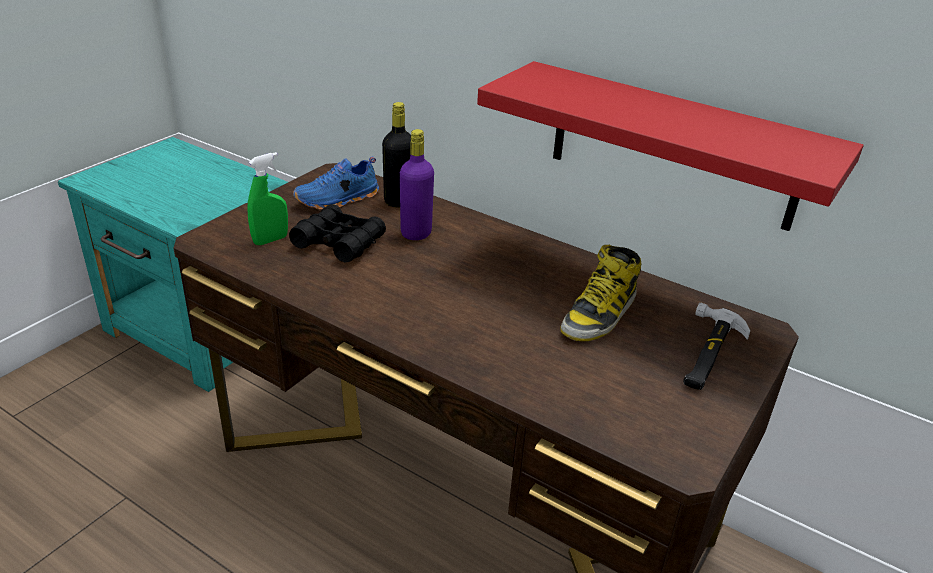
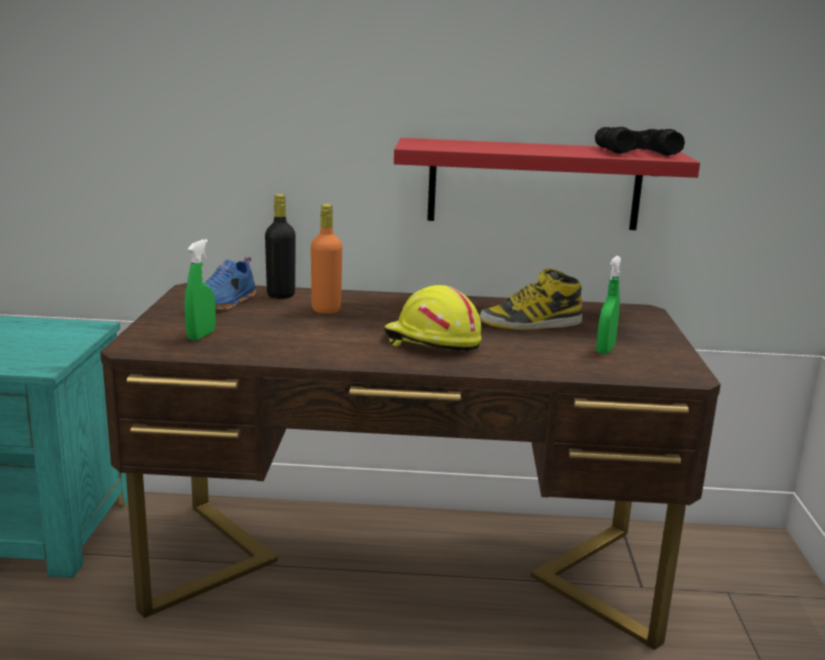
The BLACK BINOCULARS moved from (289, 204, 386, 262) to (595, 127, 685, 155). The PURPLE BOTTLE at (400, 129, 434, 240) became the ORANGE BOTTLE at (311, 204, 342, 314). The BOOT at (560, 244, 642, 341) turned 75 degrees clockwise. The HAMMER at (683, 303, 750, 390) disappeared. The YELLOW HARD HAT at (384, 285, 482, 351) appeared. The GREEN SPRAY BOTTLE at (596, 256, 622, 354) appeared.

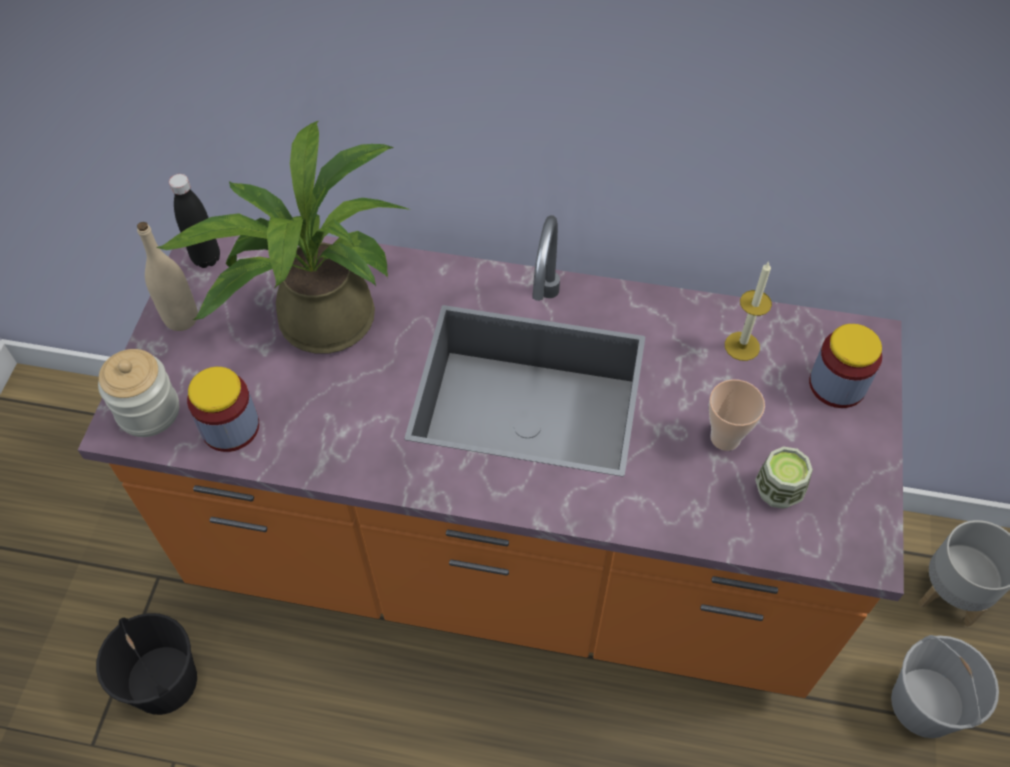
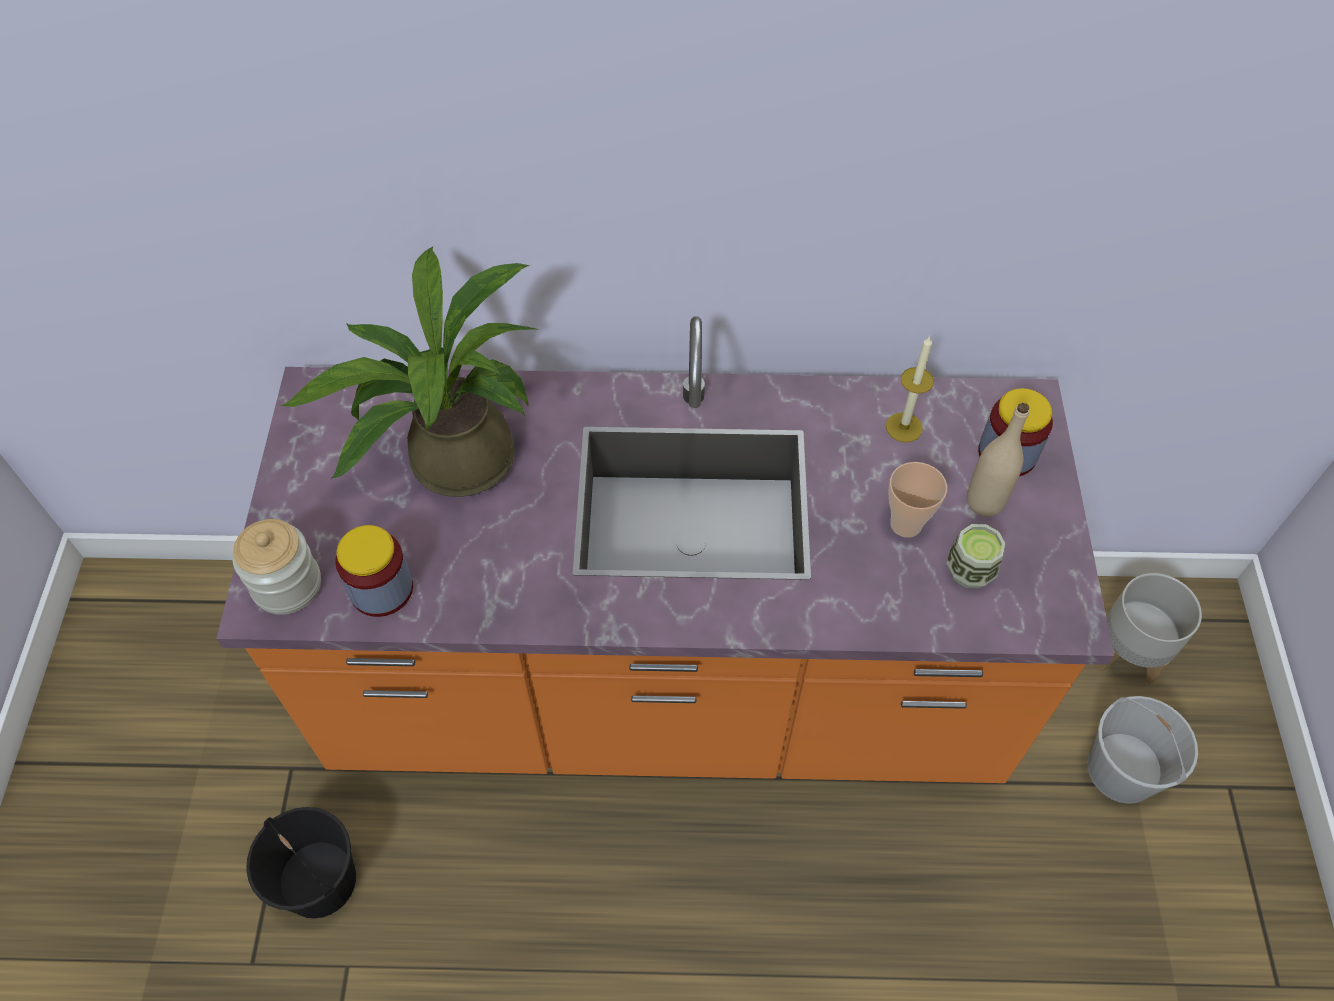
The BEIGE BOTTLE moved from (137, 222, 198, 331) to (967, 403, 1029, 517). The BLACK BOTTLE at (169, 174, 220, 268) disappeared.

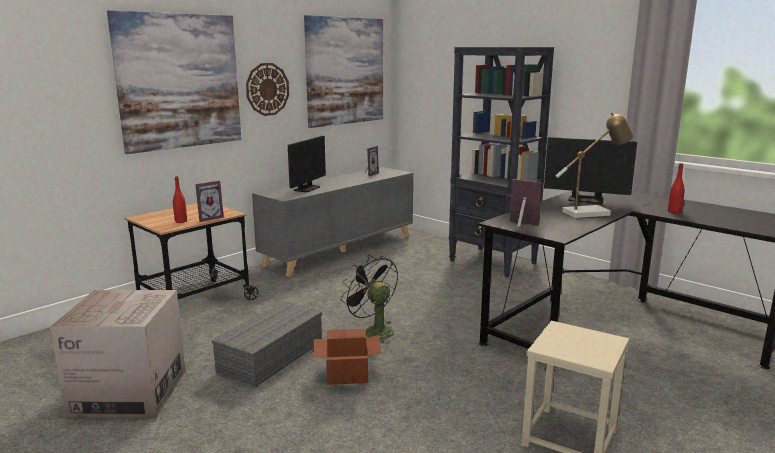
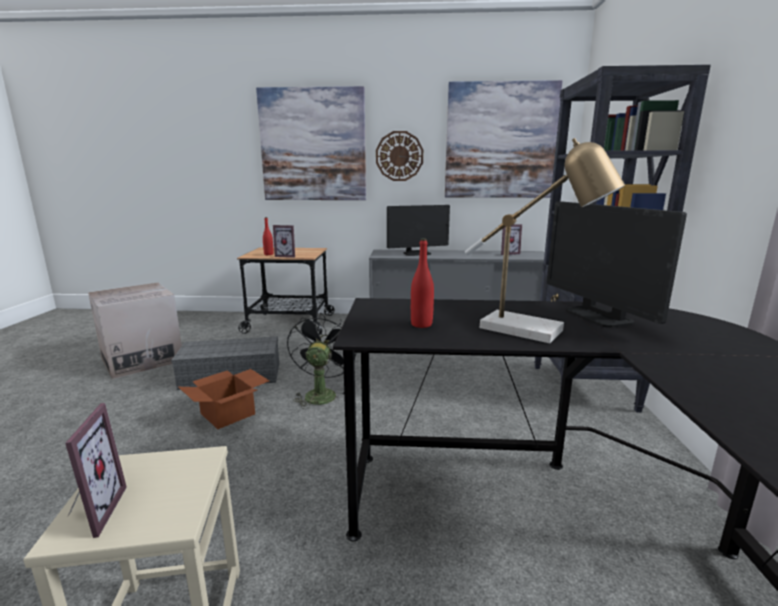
The PICTURE FRAME moved from (510, 179, 542, 227) to (65, 403, 127, 538). The RED BOTTLE moved from (668, 163, 685, 214) to (411, 238, 434, 328).

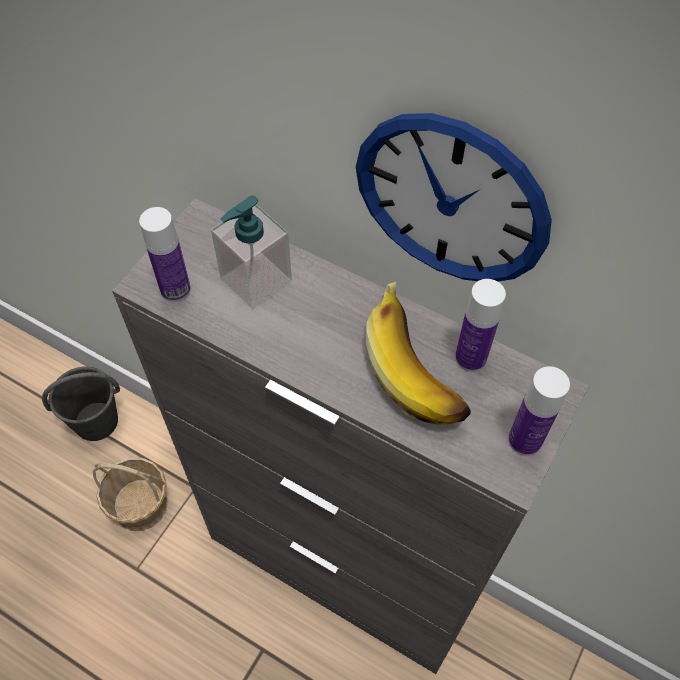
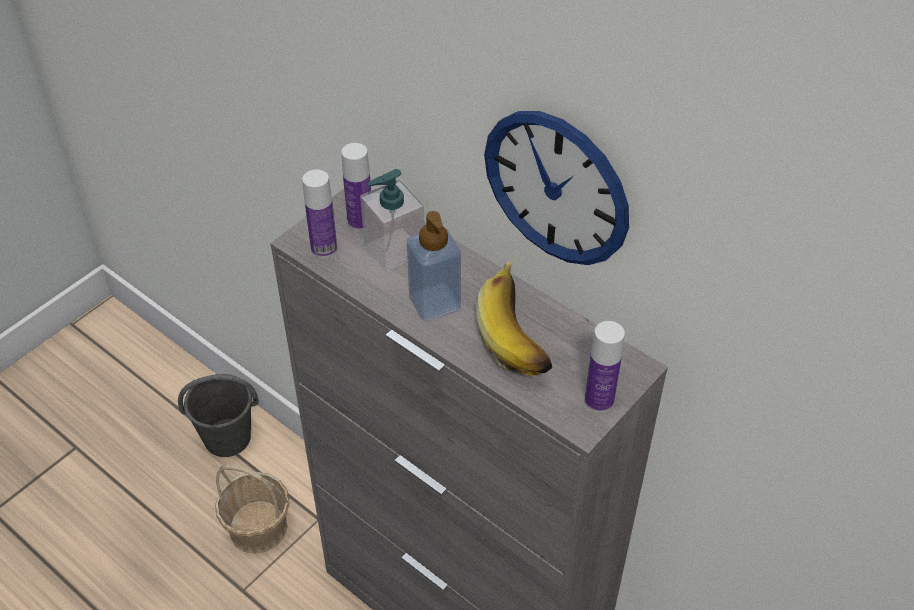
The BOTTLE moved from (455, 279, 506, 372) to (341, 143, 371, 231). The SOAP DISPENSER at (407, 211, 461, 321) appeared.

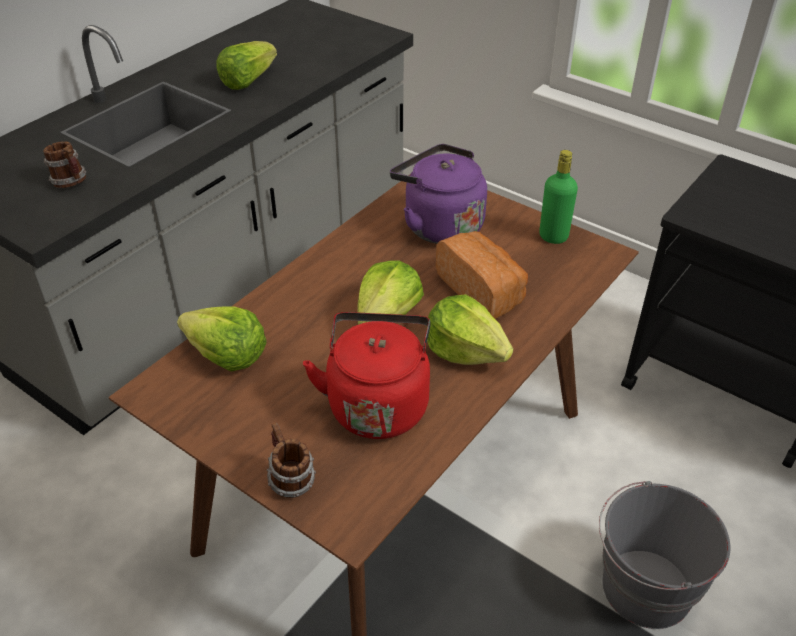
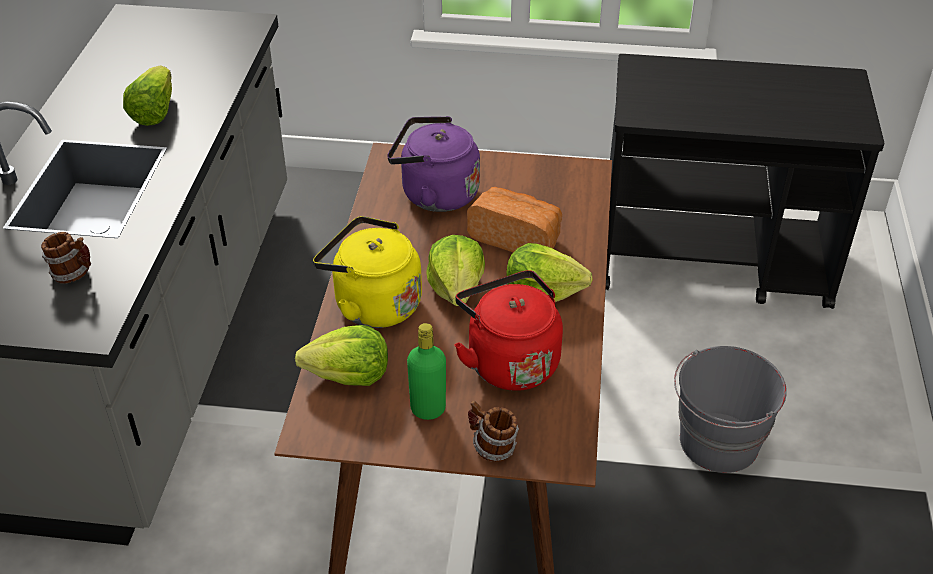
The GREEN BOTTLE moved from (539, 150, 578, 244) to (407, 323, 446, 420). The YELLOW KETTLE at (313, 216, 422, 328) appeared.

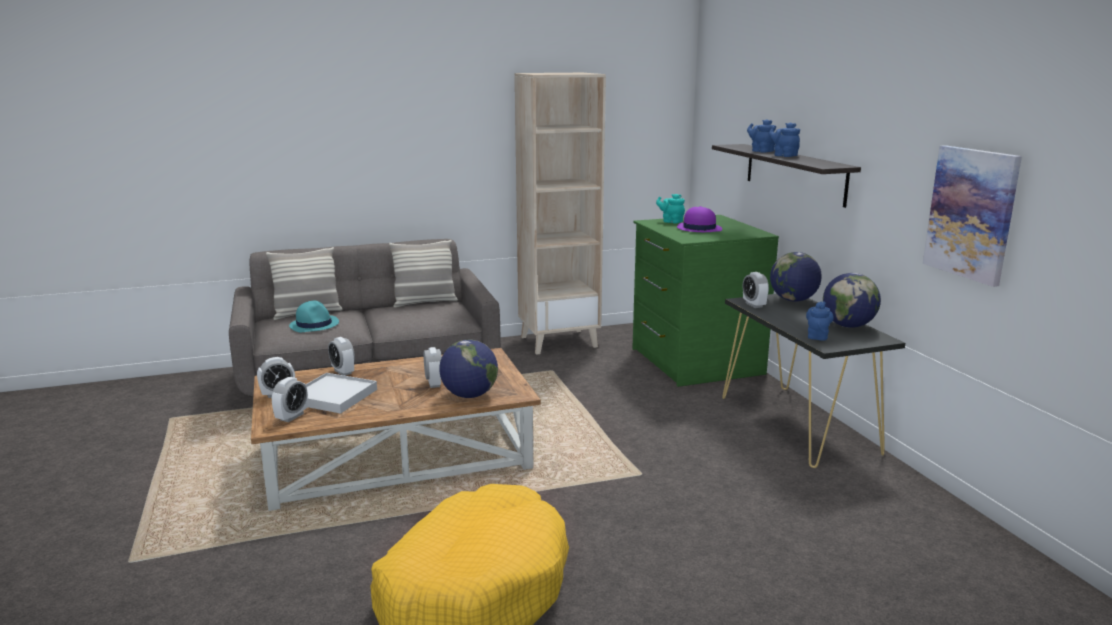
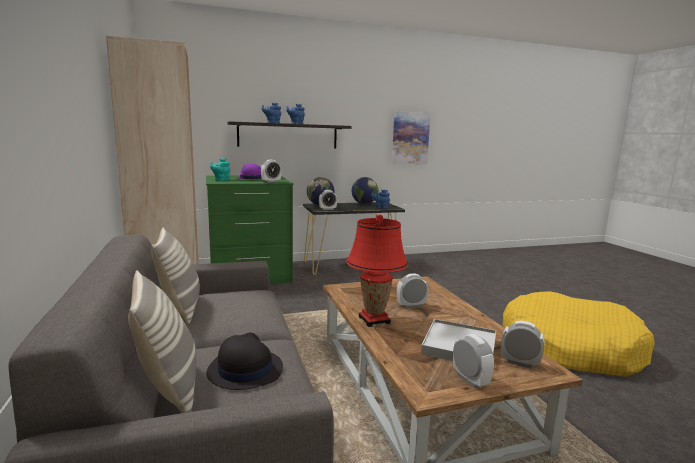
The TURQUOISE HAT at (289, 301, 339, 332) became the BLACK HAT at (207, 333, 283, 390). The ALARM CLOCK moved from (328, 337, 355, 376) to (261, 160, 281, 183). The GLOBE at (440, 339, 498, 398) disappeared. The RED TABLE LAMP at (346, 214, 408, 327) appeared.

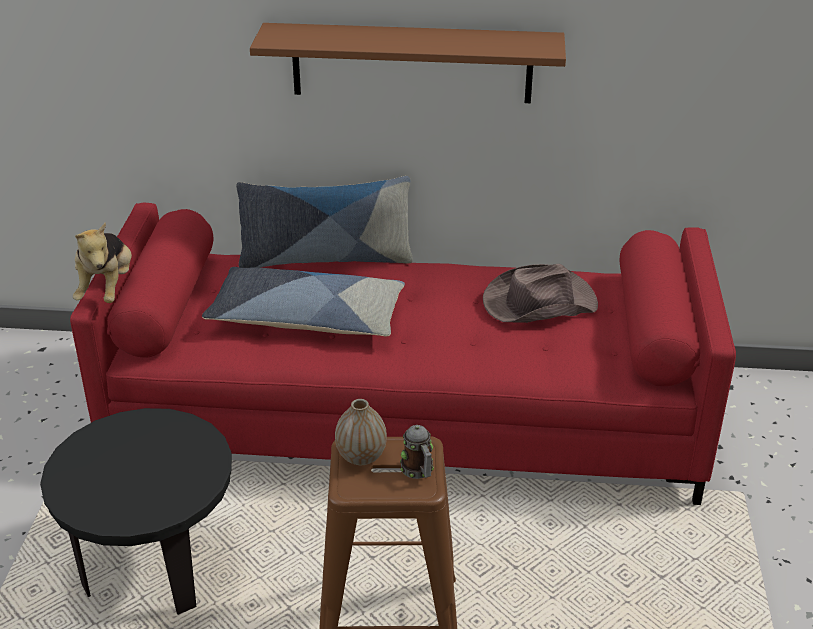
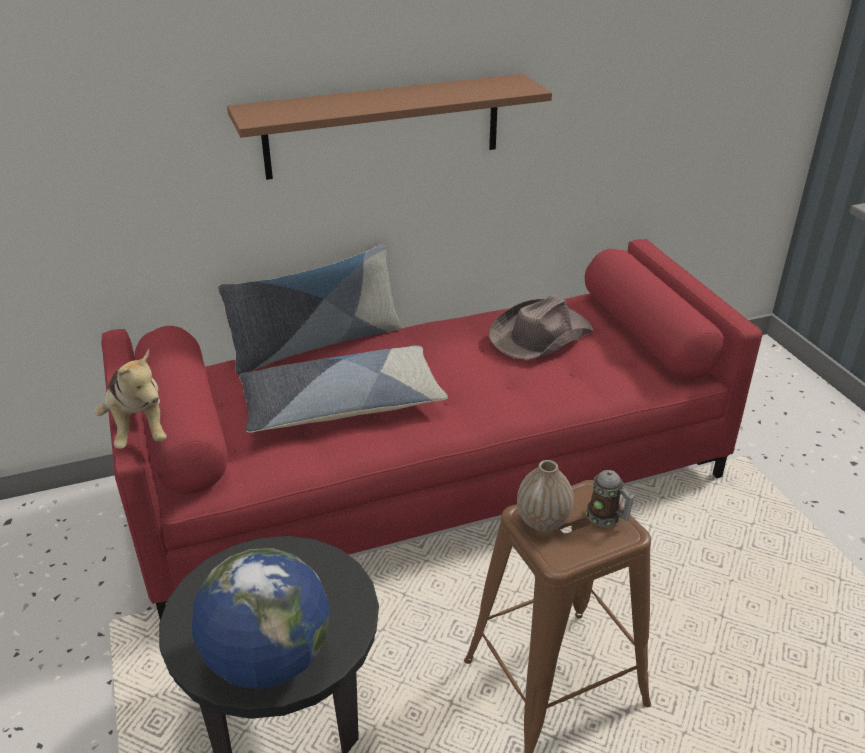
The GLOBE at (192, 548, 330, 689) appeared.

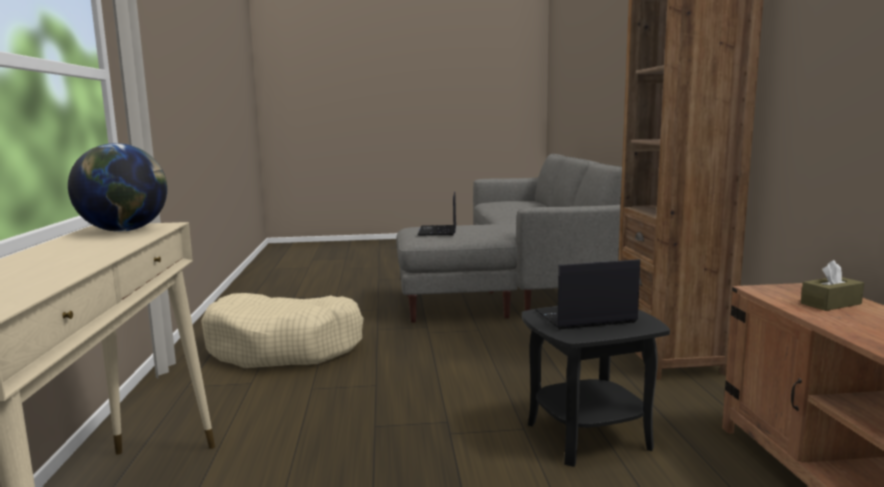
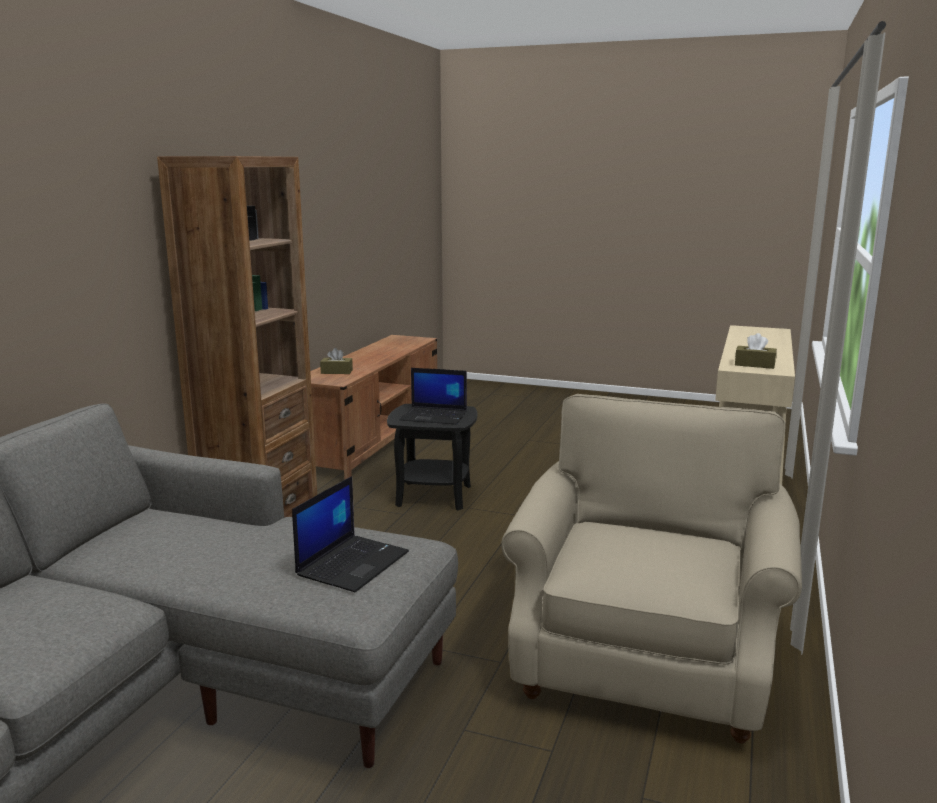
The GLOBE at (68, 143, 167, 232) was replaced by the BROWN TISSUE BOX at (735, 333, 777, 369). The BEIGE DOG BED at (201, 293, 364, 368) was replaced by the BEIGE ARMCHAIR at (501, 394, 802, 744).

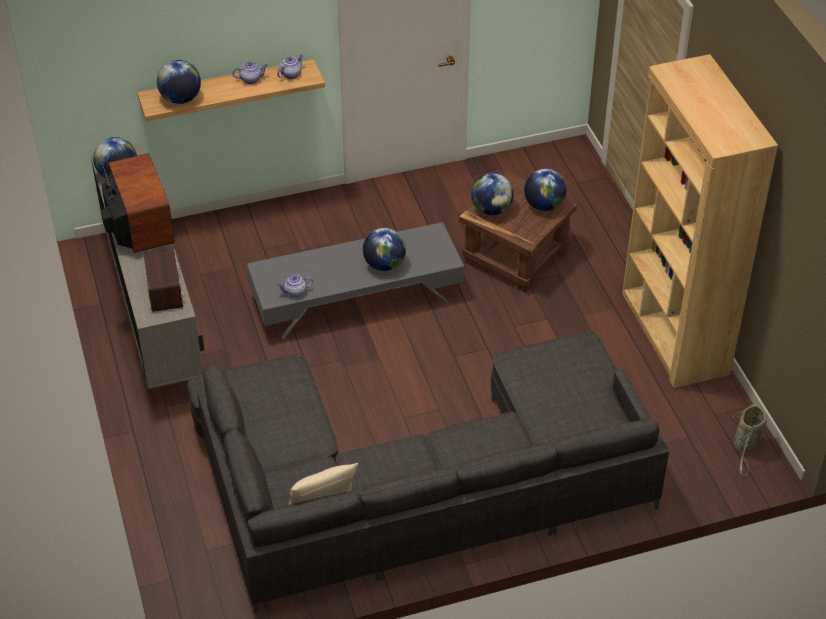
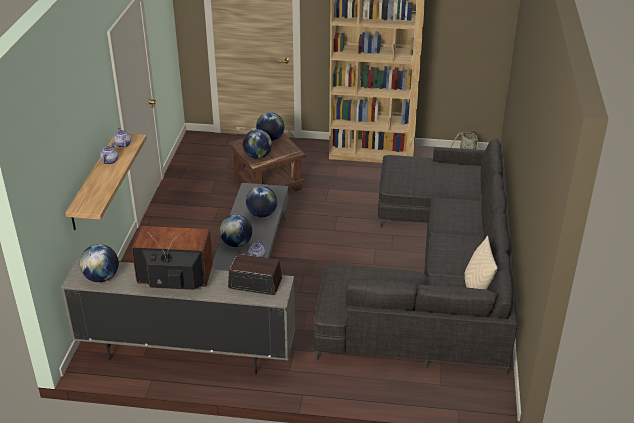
The GLOBE moved from (157, 60, 201, 104) to (219, 214, 252, 247).

